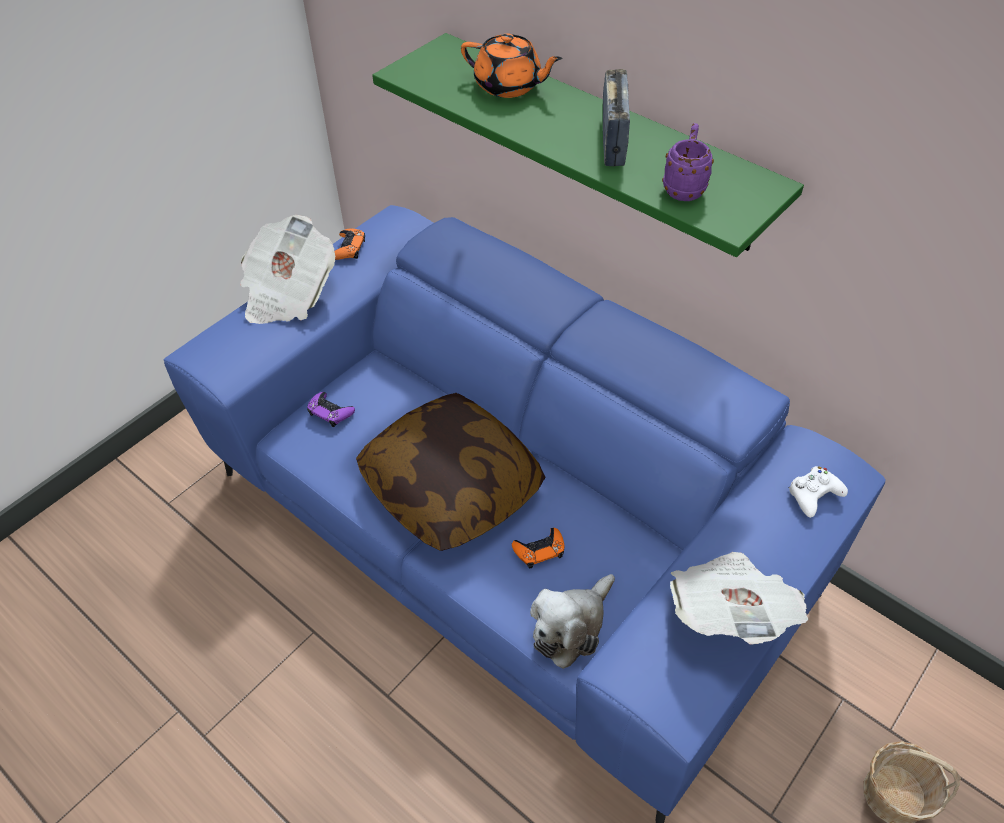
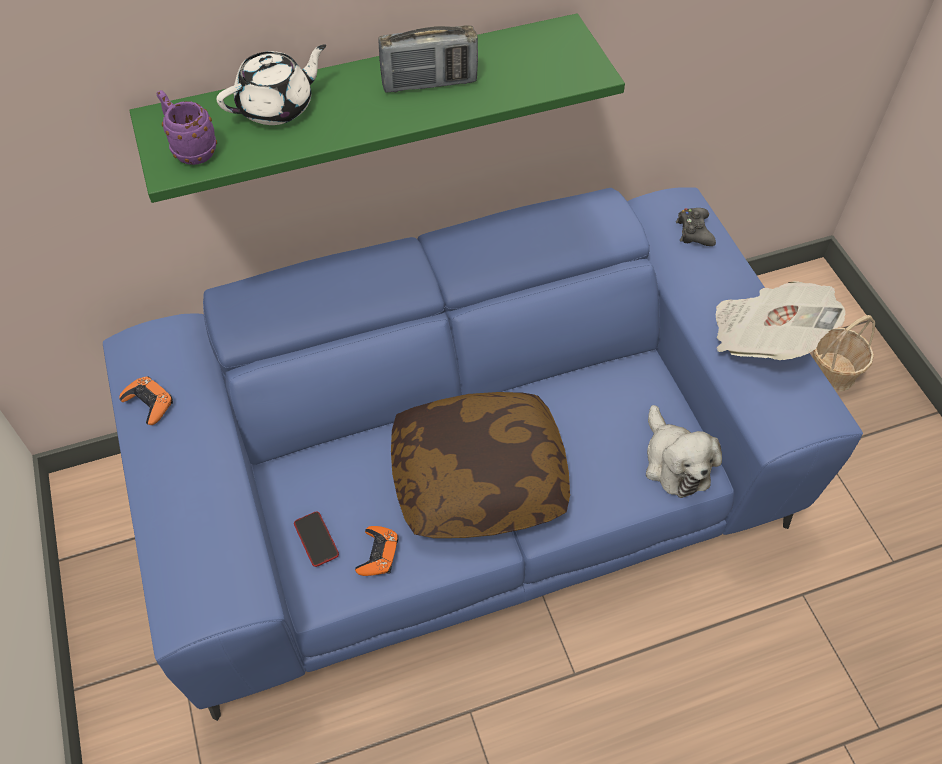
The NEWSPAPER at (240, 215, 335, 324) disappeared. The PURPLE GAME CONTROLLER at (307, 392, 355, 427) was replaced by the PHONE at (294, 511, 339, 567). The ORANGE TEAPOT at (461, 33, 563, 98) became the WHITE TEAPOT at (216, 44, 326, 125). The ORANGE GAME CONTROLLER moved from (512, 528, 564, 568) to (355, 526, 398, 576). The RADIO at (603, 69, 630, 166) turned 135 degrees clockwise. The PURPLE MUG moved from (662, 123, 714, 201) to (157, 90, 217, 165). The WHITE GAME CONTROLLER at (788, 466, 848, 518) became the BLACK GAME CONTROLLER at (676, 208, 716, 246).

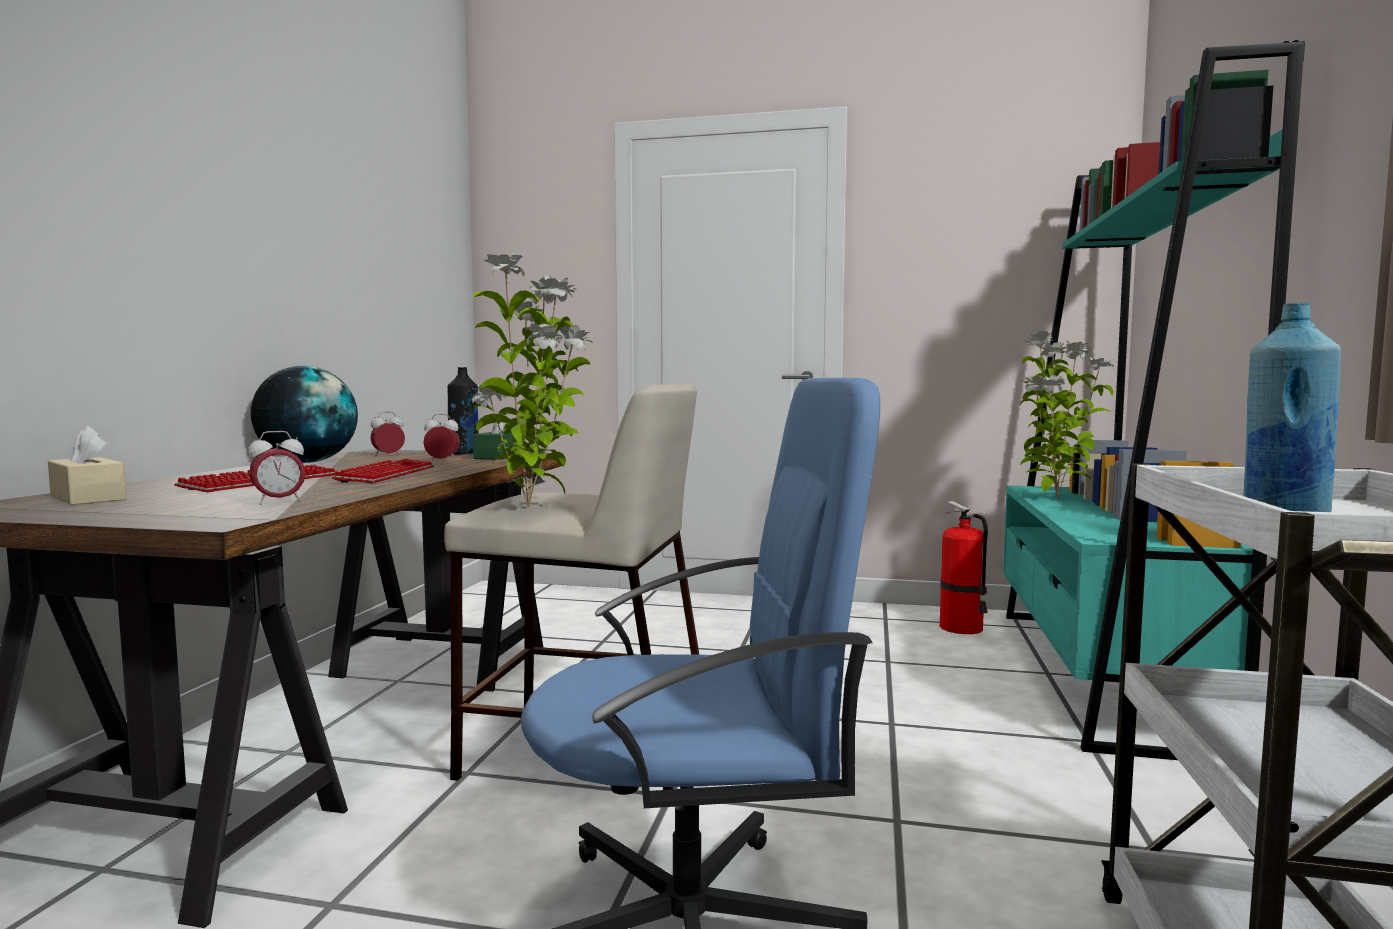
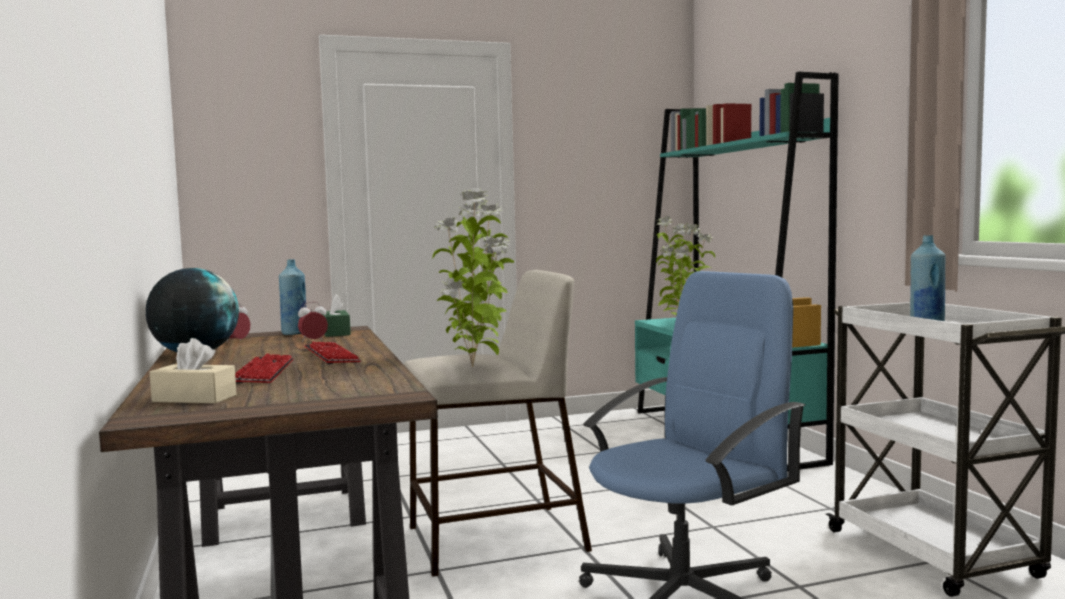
The ALARM CLOCK at (248, 431, 306, 505) disappeared. The BLACK BOTTLE at (448, 367, 479, 455) became the BLUE BOTTLE at (279, 259, 306, 335). The FIRE EXTINGUISHER at (940, 501, 988, 634) disappeared.

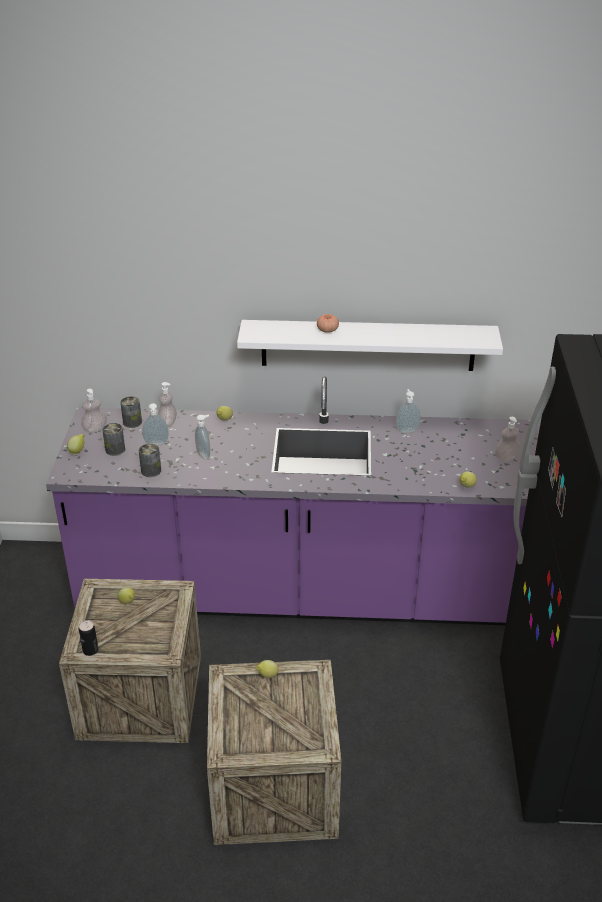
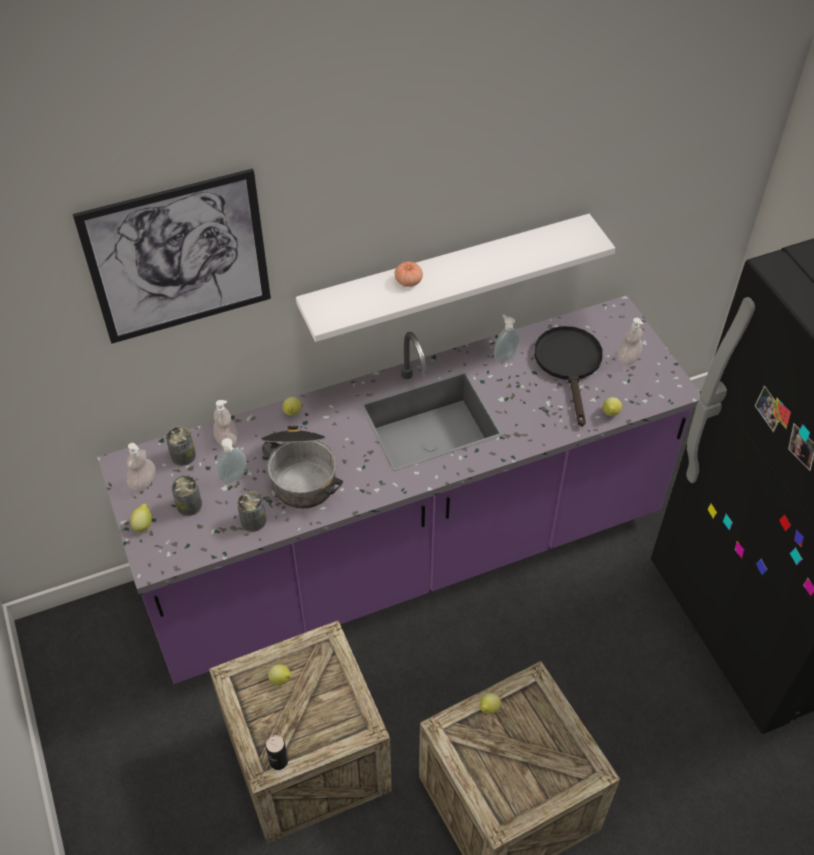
The SOAP DISPENSER at (195, 415, 210, 460) was replaced by the COOKING POT at (260, 425, 343, 508). The PICTURE at (73, 169, 271, 344) appeared. The BLACK FRYING PAN at (534, 326, 603, 427) appeared.

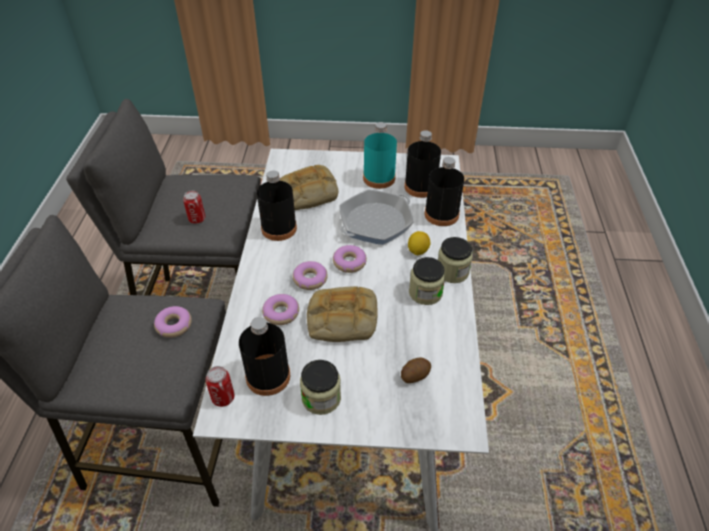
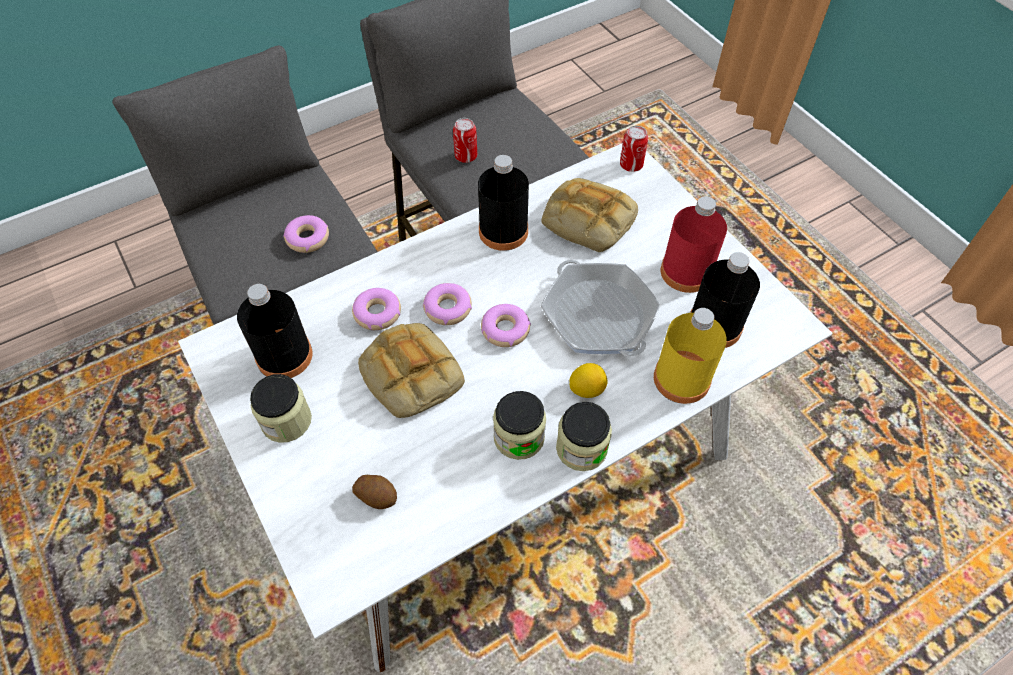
The CAN moved from (205, 366, 235, 407) to (620, 126, 648, 172). The FRYING PAN at (339, 189, 414, 245) turned 135 degrees counterclockwise. The TURQUOISE BOTTLE at (363, 122, 397, 189) became the RED BOTTLE at (661, 196, 727, 293). The BLACK BOTTLE at (425, 157, 464, 226) became the YELLOW BOTTLE at (654, 308, 727, 404).

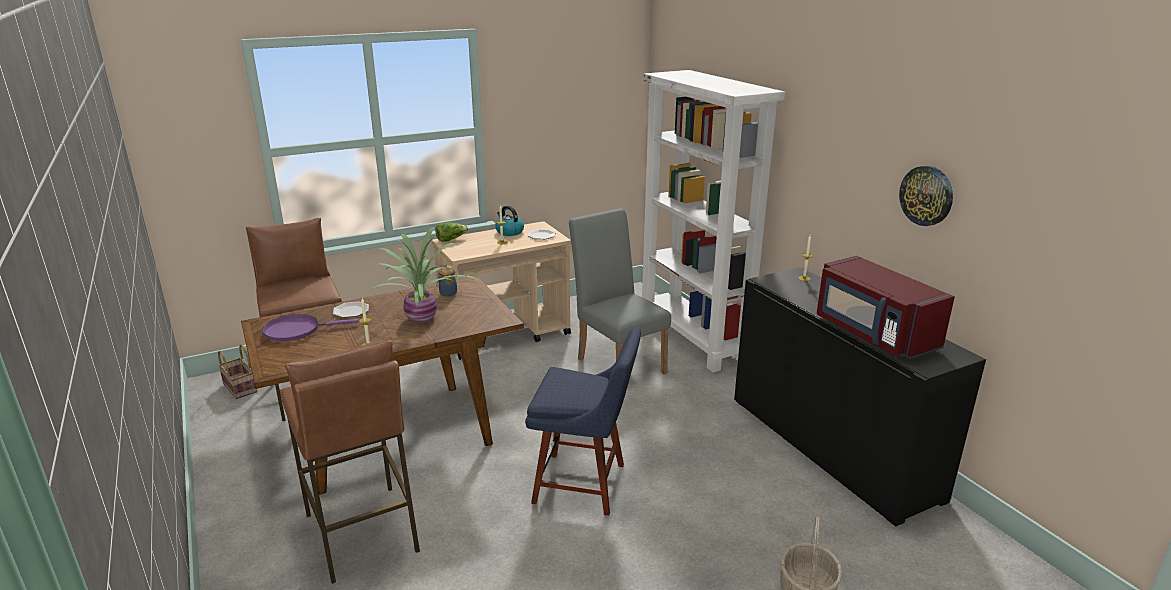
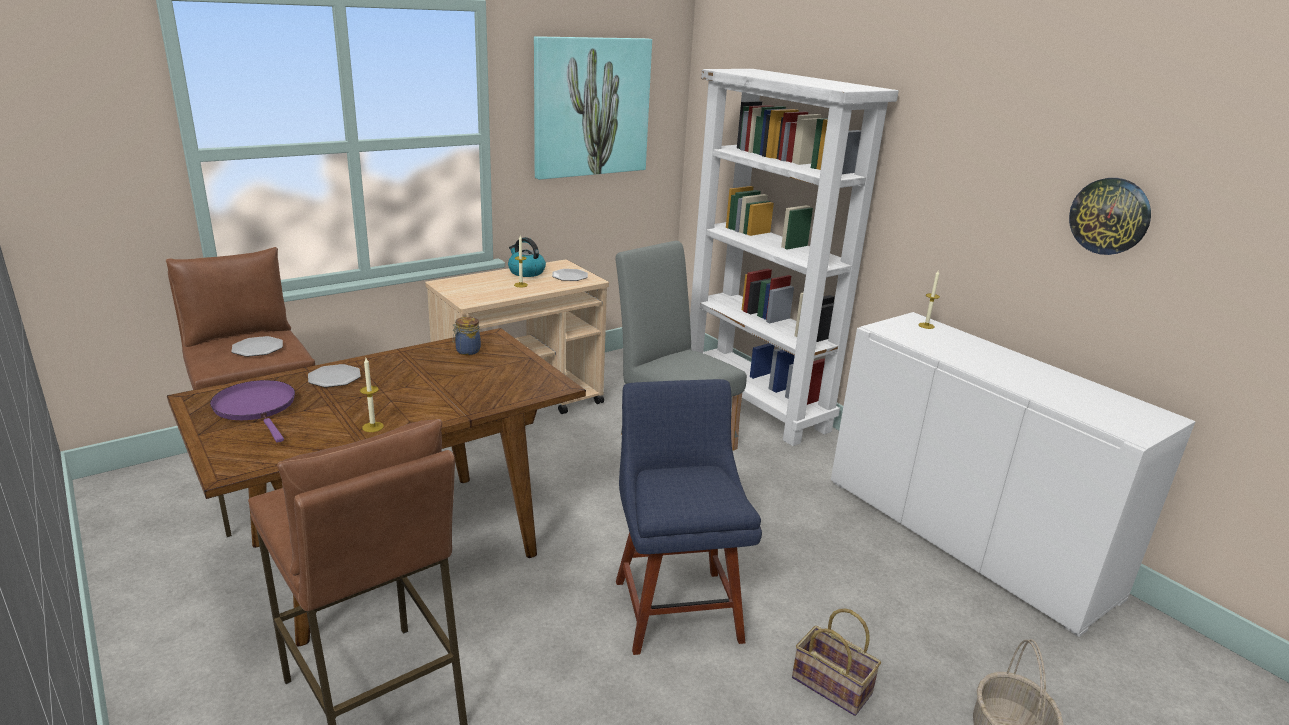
The BASKET moved from (218, 344, 257, 399) to (792, 609, 881, 716). The PURPLE FRYING PAN at (262, 314, 359, 341) turned 75 degrees clockwise. The POTTED PLANT at (370, 227, 476, 323) disappeared. The LETTUCE at (436, 222, 468, 242) disappeared. The BLUE CHAIR at (525, 327, 641, 516) turned 105 degrees counterclockwise. The BLACK CABINET at (734, 267, 986, 527) became the WHITE CABINET at (831, 312, 1196, 637). The RED MICROWAVE at (817, 256, 955, 359) disappeared. The PLATE at (231, 336, 283, 357) appeared. The PICTURE at (534, 36, 652, 180) appeared.

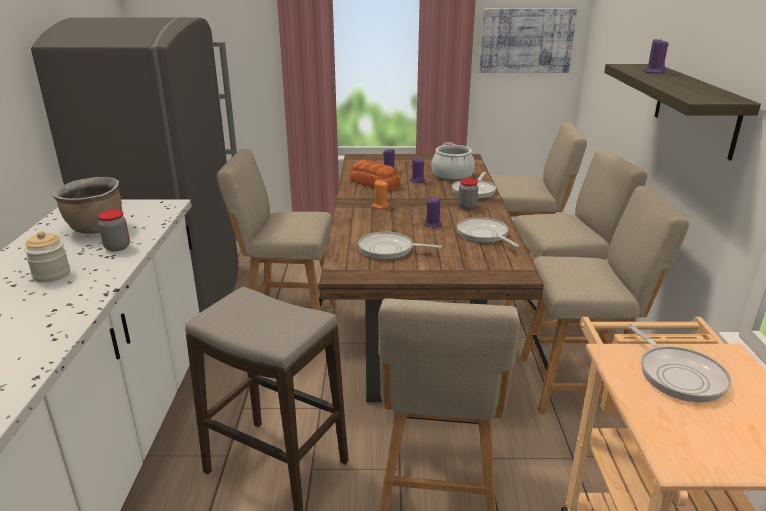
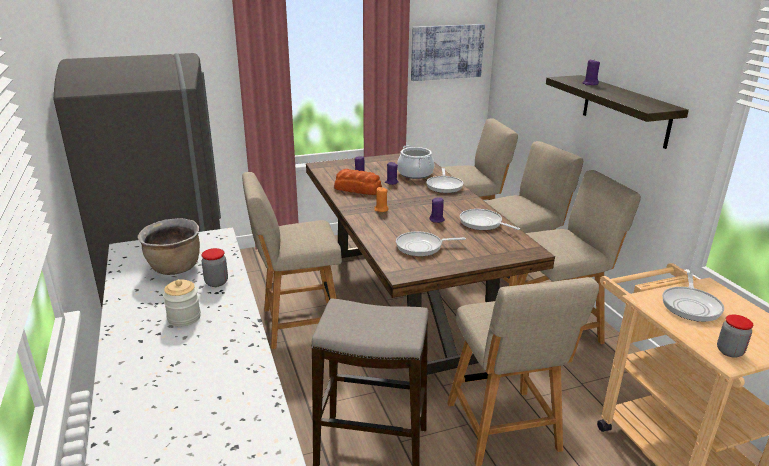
The JAR moved from (458, 178, 478, 210) to (717, 315, 753, 358). The FRYING PAN at (626, 323, 731, 402) turned 60 degrees clockwise.

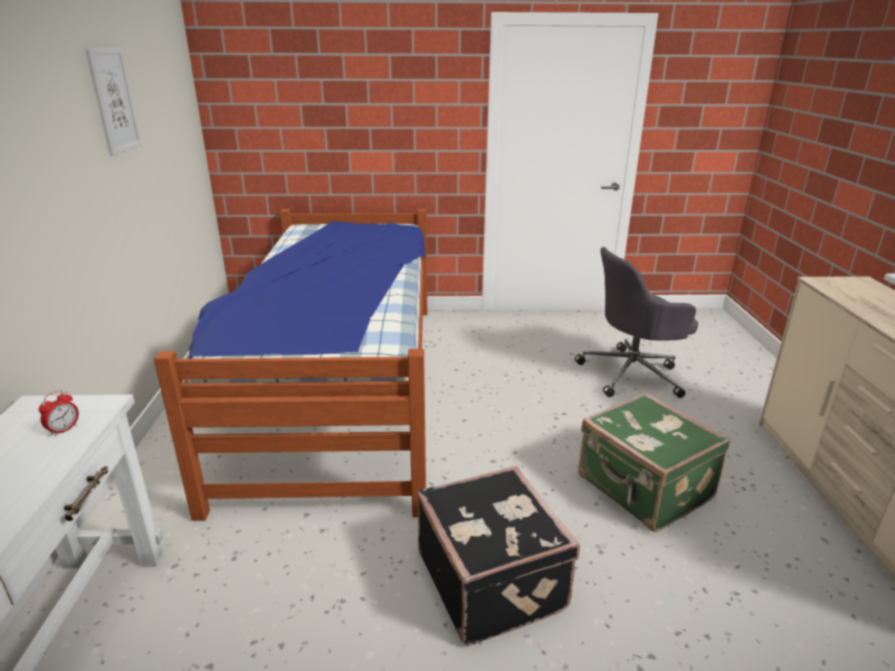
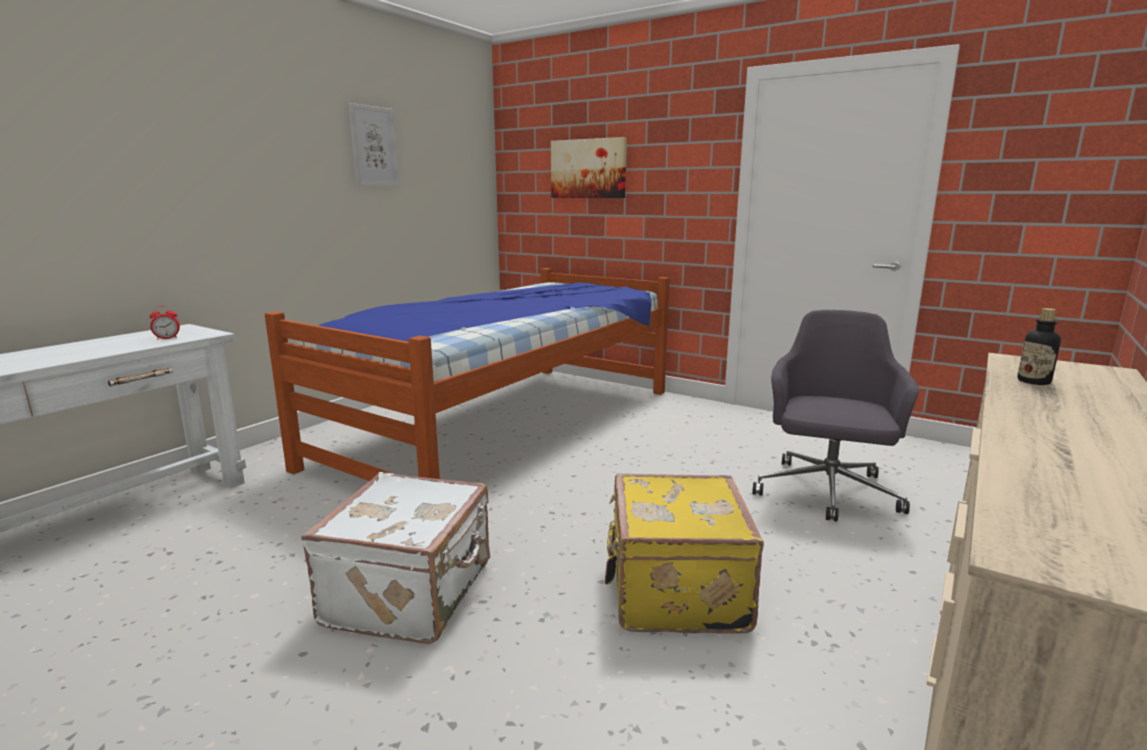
The BLACK SUITCASE at (417, 466, 580, 646) became the WHITE SUITCASE at (301, 472, 490, 644). The GREY OFFICE CHAIR at (575, 247, 698, 398) turned 90 degrees clockwise. The GREEN SUITCASE at (578, 393, 730, 532) became the YELLOW SUITCASE at (605, 473, 764, 634). The PICTURE at (551, 137, 627, 198) appeared. The BOTTLE at (1017, 308, 1061, 385) appeared.

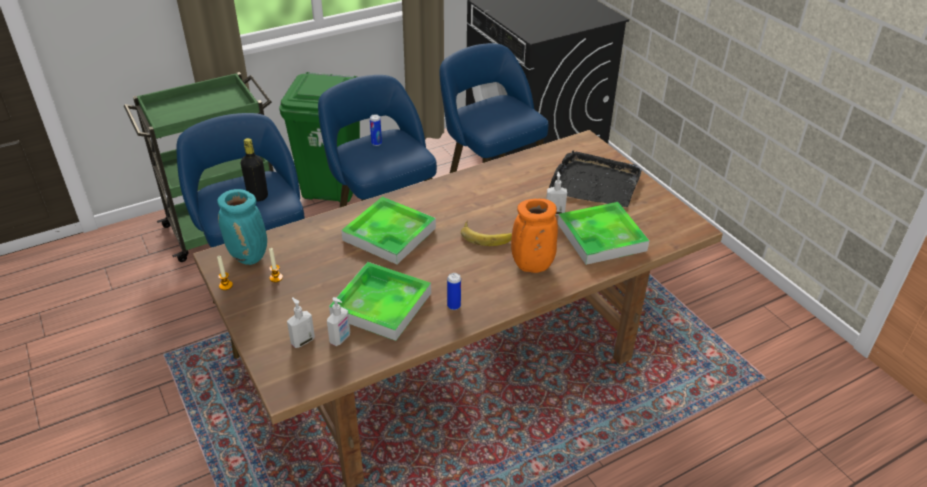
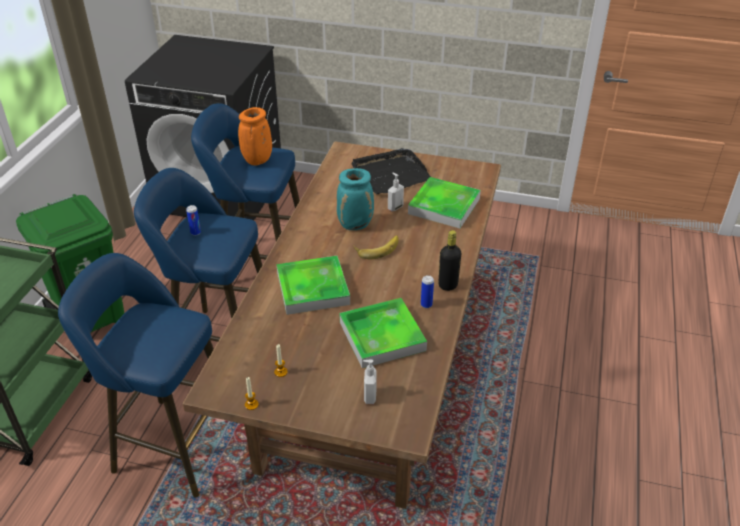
The TURQUOISE VASE moved from (217, 189, 267, 265) to (337, 168, 374, 230). The BLACK BOTTLE moved from (241, 138, 268, 202) to (438, 230, 461, 291). The SOAP DISPENSER at (327, 297, 350, 346) disappeared. The ORANGE VASE moved from (511, 199, 558, 273) to (238, 107, 272, 166).

